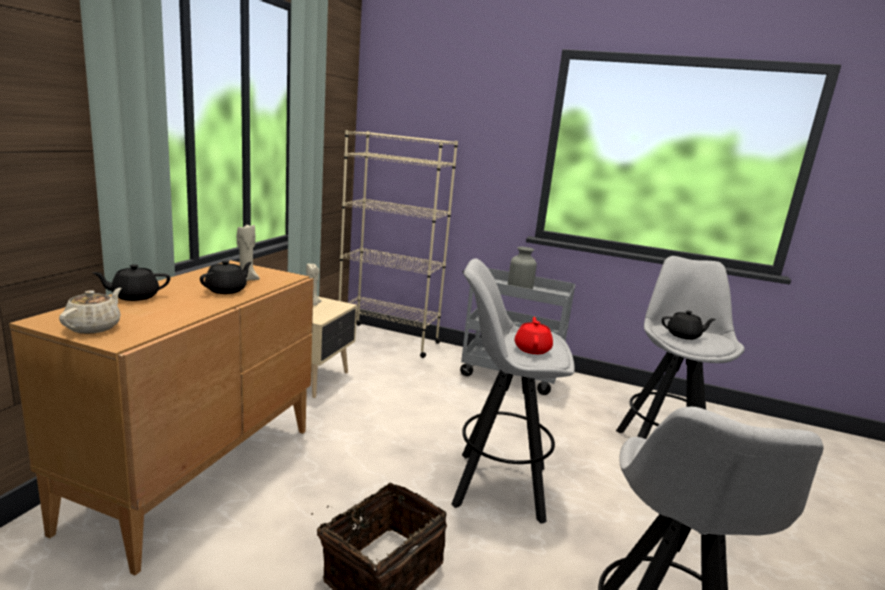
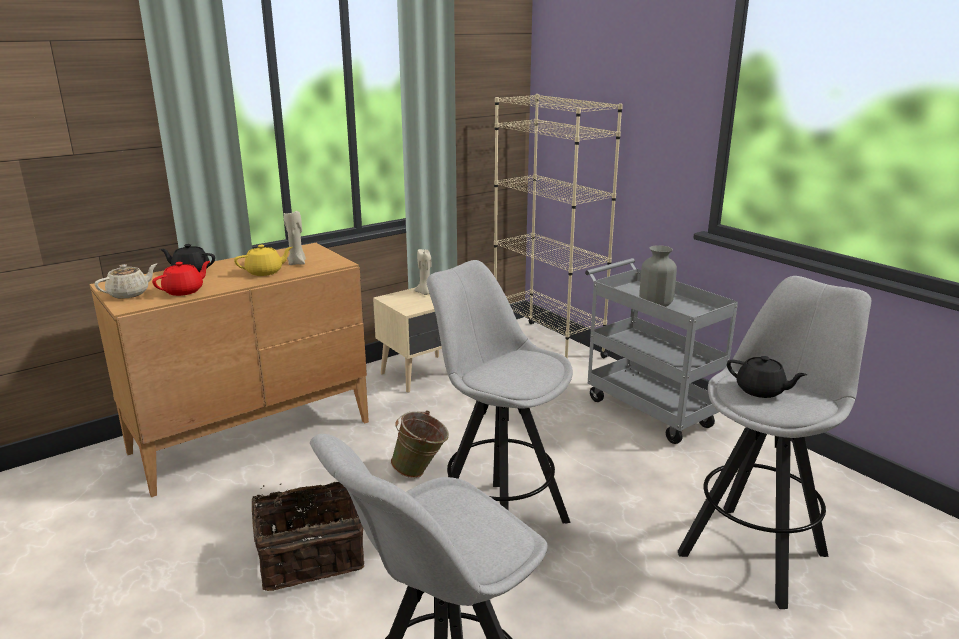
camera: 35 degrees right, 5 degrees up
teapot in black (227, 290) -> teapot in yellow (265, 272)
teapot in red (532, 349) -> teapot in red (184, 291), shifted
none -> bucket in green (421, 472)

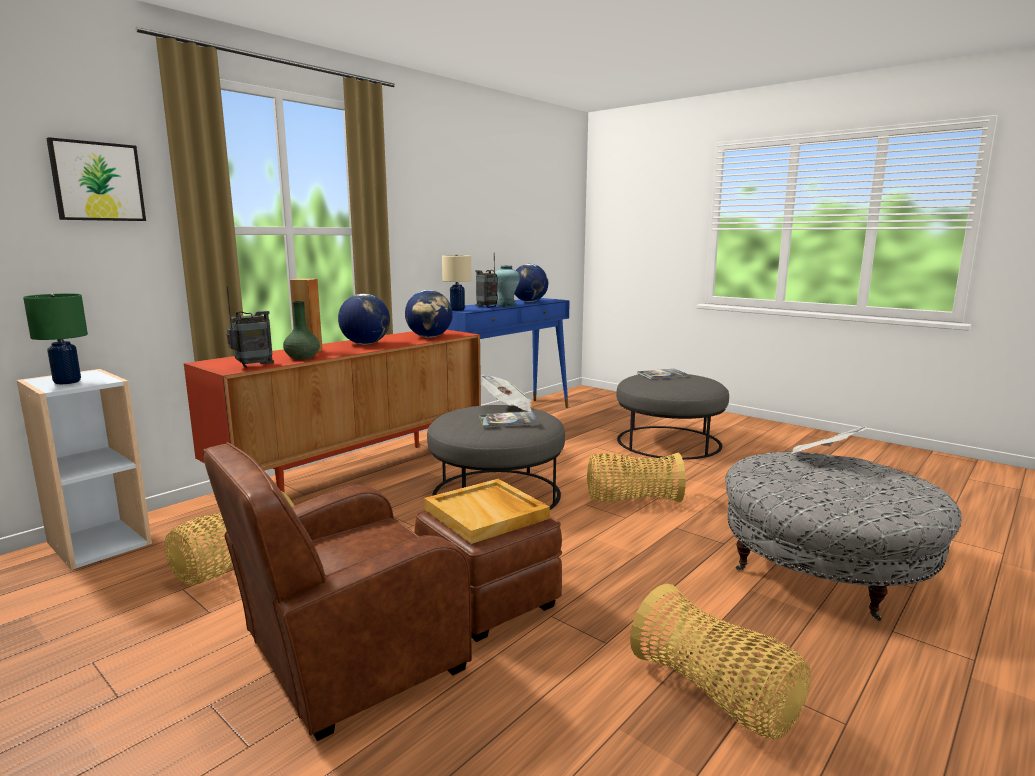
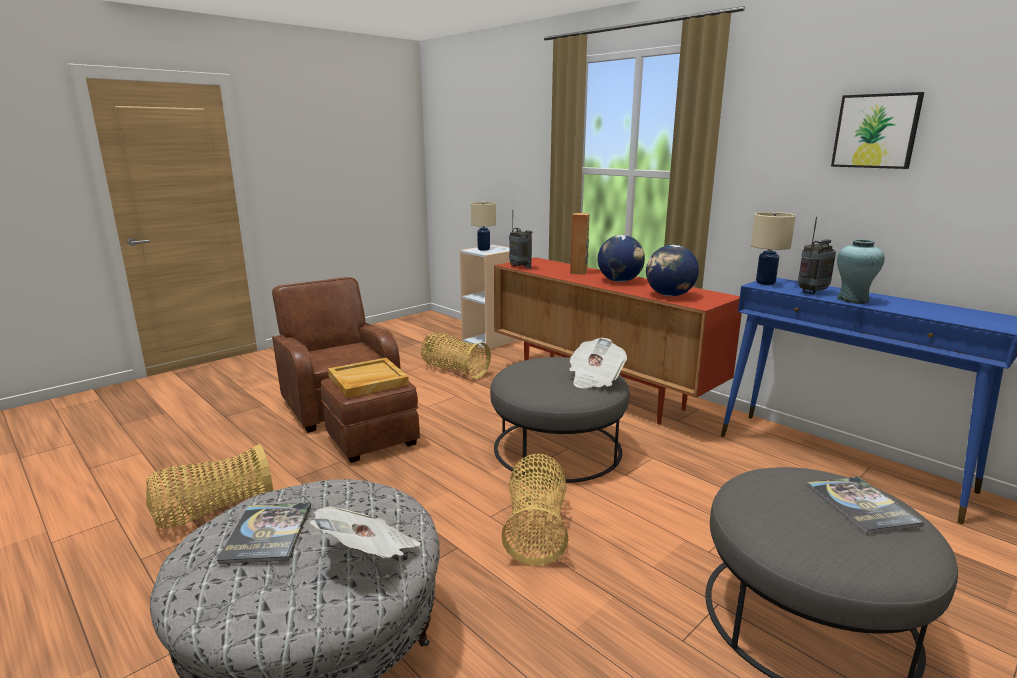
camera: 95 degrees right, 5 degrees up
table lamp in green (66, 382) -> table lamp in beige (483, 249)
picture (97, 182) -> picture (876, 131), shifted
vase in green (303, 358) -> none
book (508, 421) -> book (267, 533), shifted
globe (529, 301) -> none

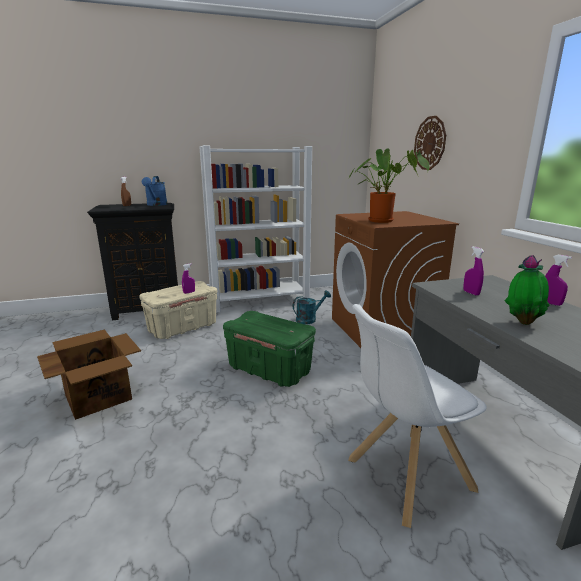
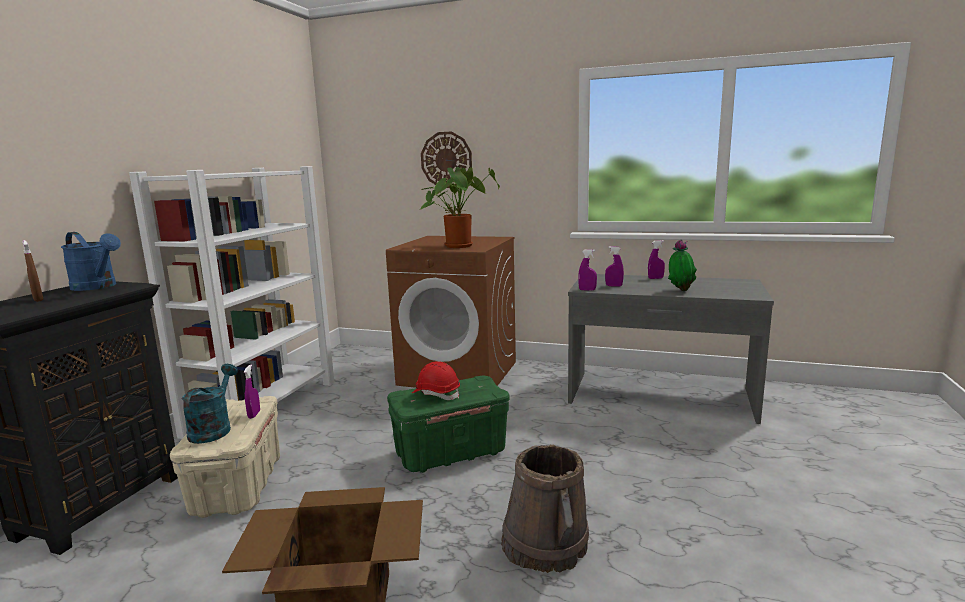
camera: 55 degrees left, 5 degrees down
watering can in turquoise (309, 319) -> watering can in turquoise (213, 429), shifted
chair in white (405, 476) -> none
none -> hard hat in red (436, 394)
none -> bucket in brown (545, 544)
none -> spray bottle in purple (587, 290)

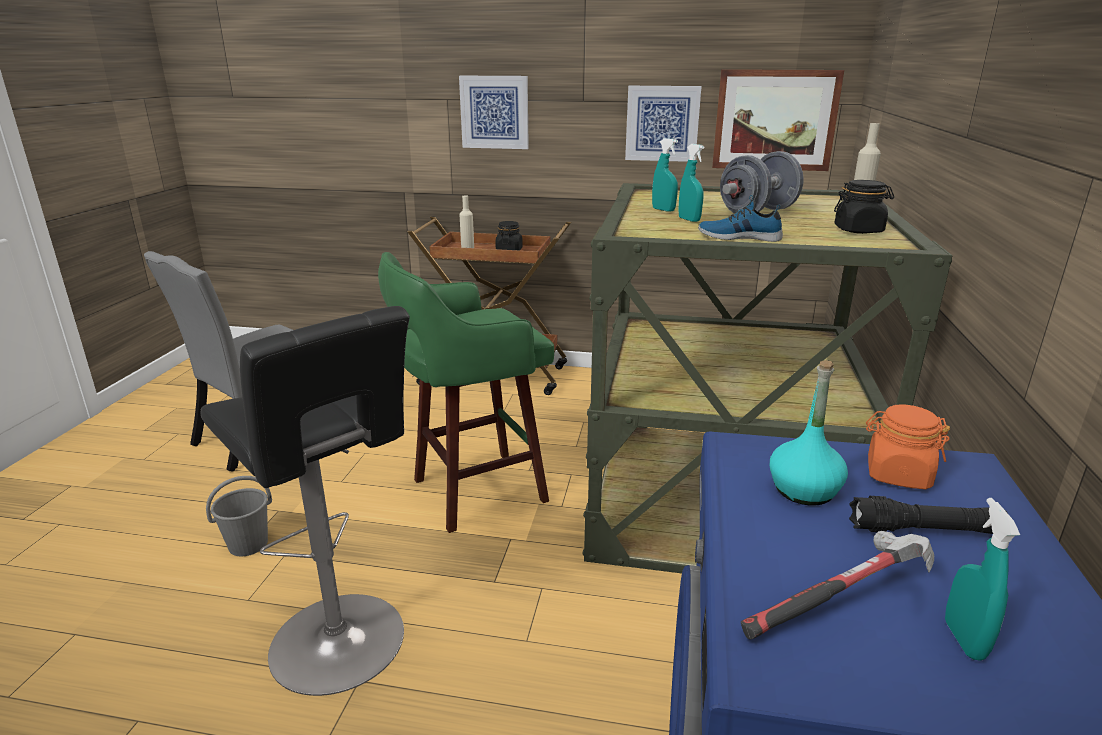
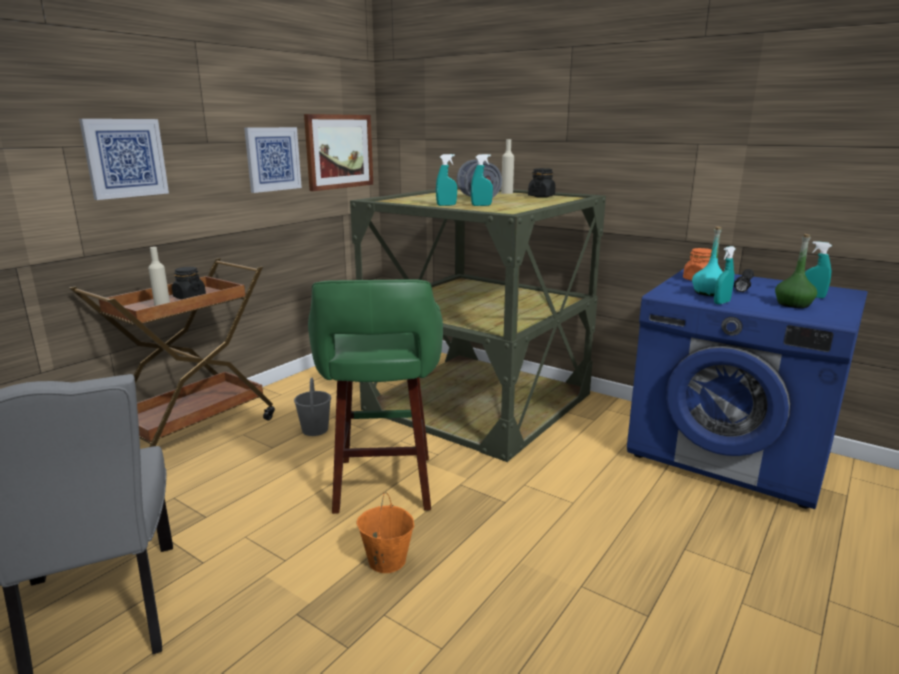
camera: 65 degrees left, 5 degrees down
stool in black (343, 647) -> none
bucket in grey (249, 544) -> bucket in grey (315, 429), shifted
shoe (739, 237) -> none
hammer (839, 603) -> bottle in green (793, 304)
none -> bucket in orange (386, 560)
none -> spray bottle in turquoise (721, 303)

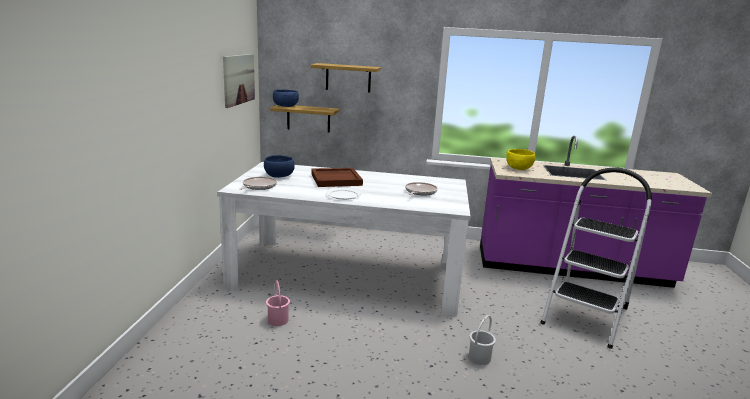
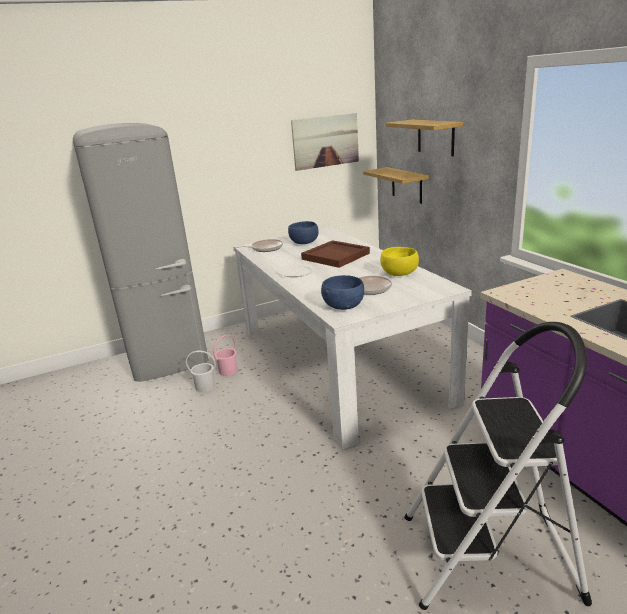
camera: 60 degrees right, 5 degrees up
bowl in blue (285, 106) -> bowl in blue (343, 306), shifted
bucket in white (480, 358) -> bucket in white (205, 387), shifted
bowl in yellow (519, 168) -> bowl in yellow (400, 273), shifted
none -> fridge in grey (168, 360)

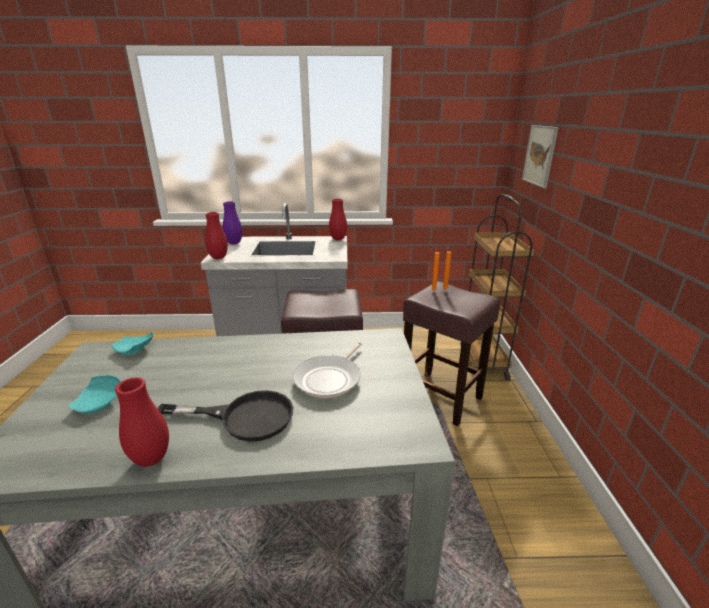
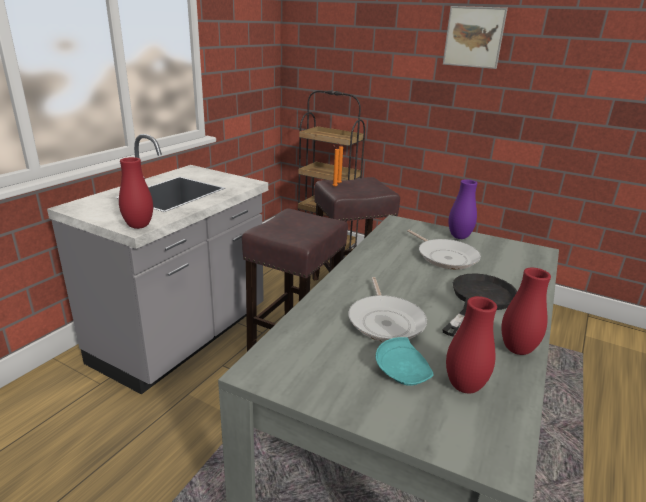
camera: 60 degrees left, 0 degrees up
plate in turquoise (135, 350) -> none
vase in purple (234, 243) -> vase in purple (459, 237), shifted
vase in red (338, 239) -> vase in red (464, 386), shifted
picture (539, 155) -> picture (474, 37), shifted
none -> frying pan (385, 321)

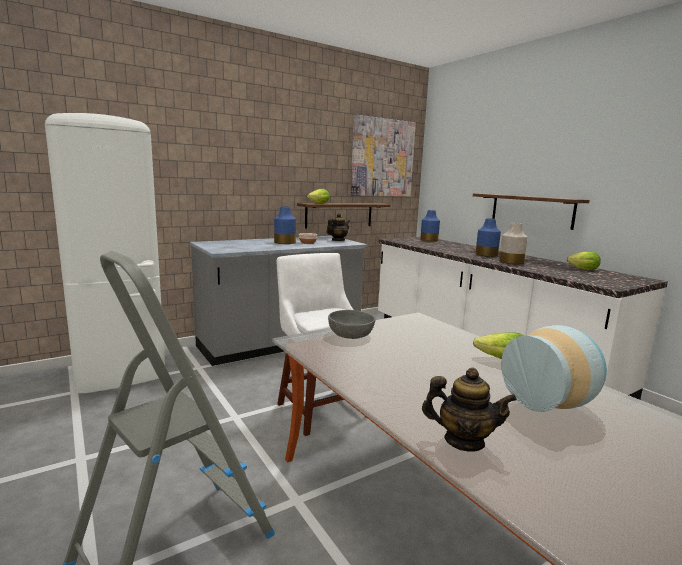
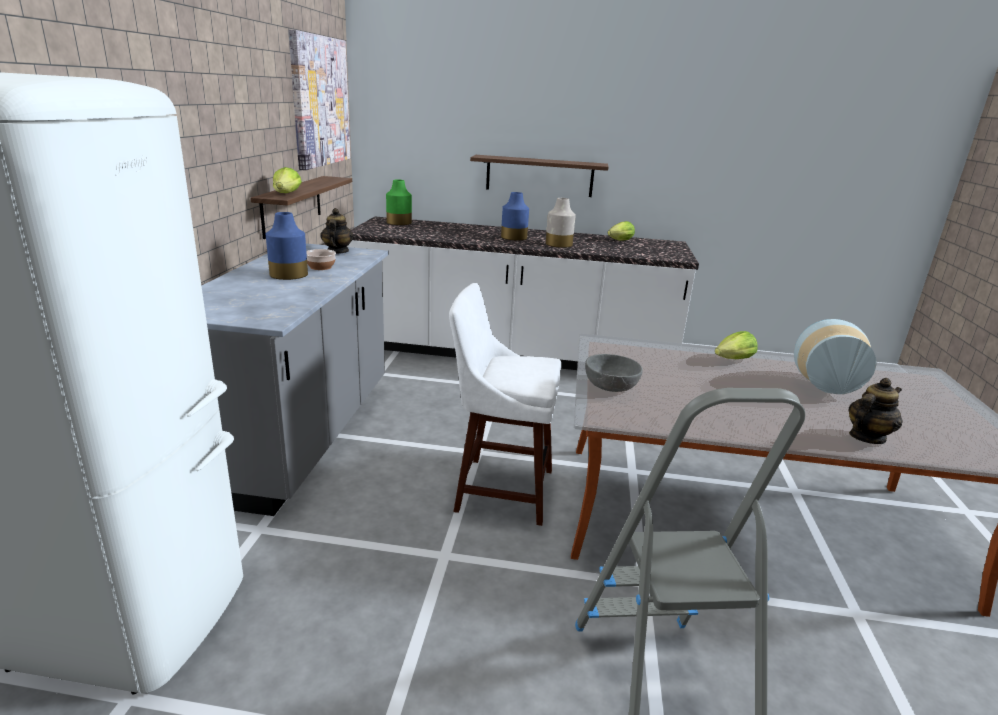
camera: 50 degrees left, 10 degrees up
vase in blue (429, 239) -> vase in green (399, 222)

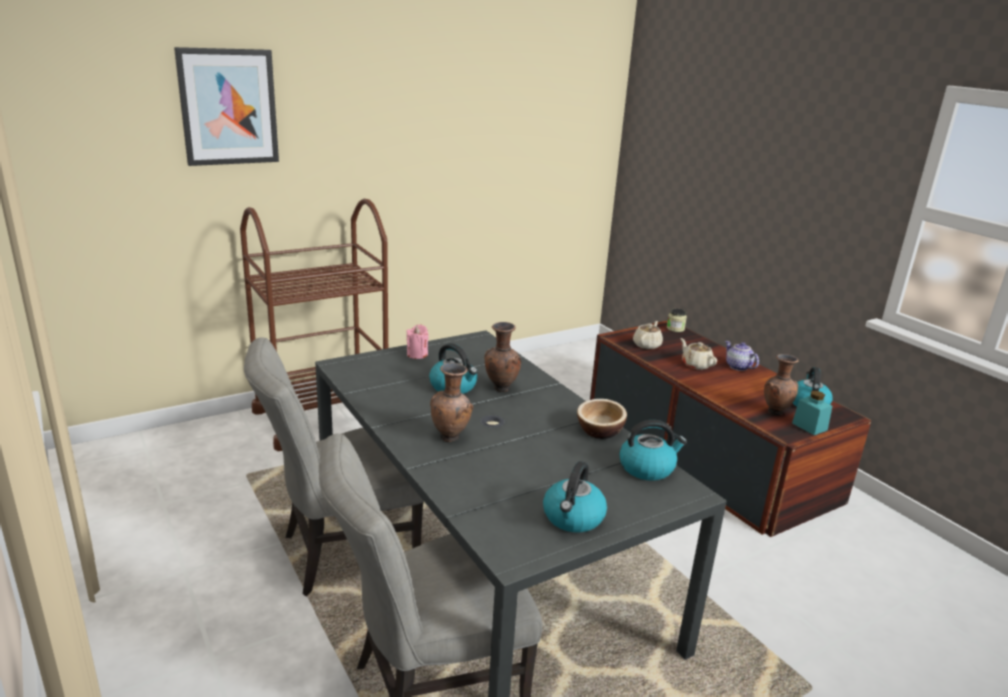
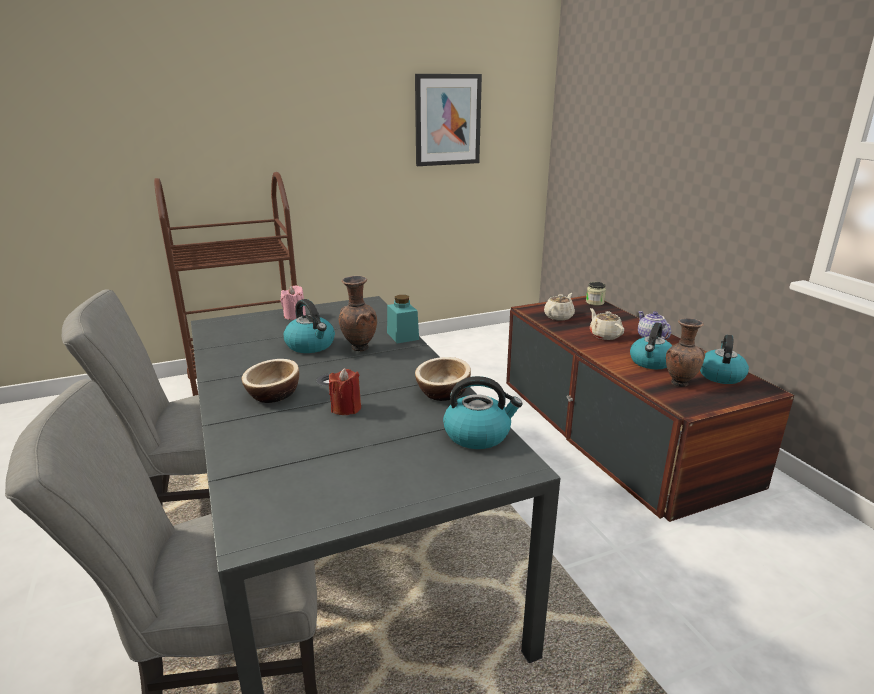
camera: 10 degrees right, 0 degrees up
picture (228, 107) -> picture (447, 120), shifted
vase in brown (451, 437) -> bowl (273, 394)
kettle (573, 518) -> kettle (651, 362), shifted
jar in turquoise (809, 426) -> jar in turquoise (402, 336), shifted
none -> candle in red (346, 408)

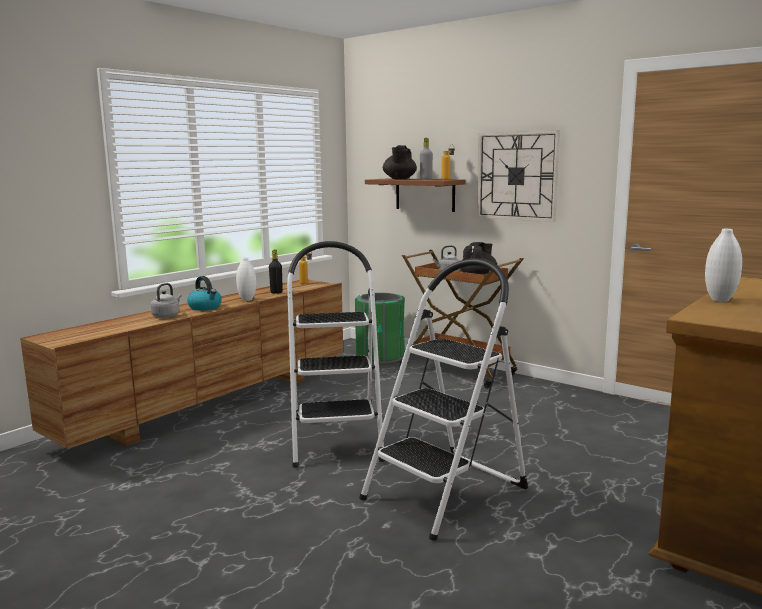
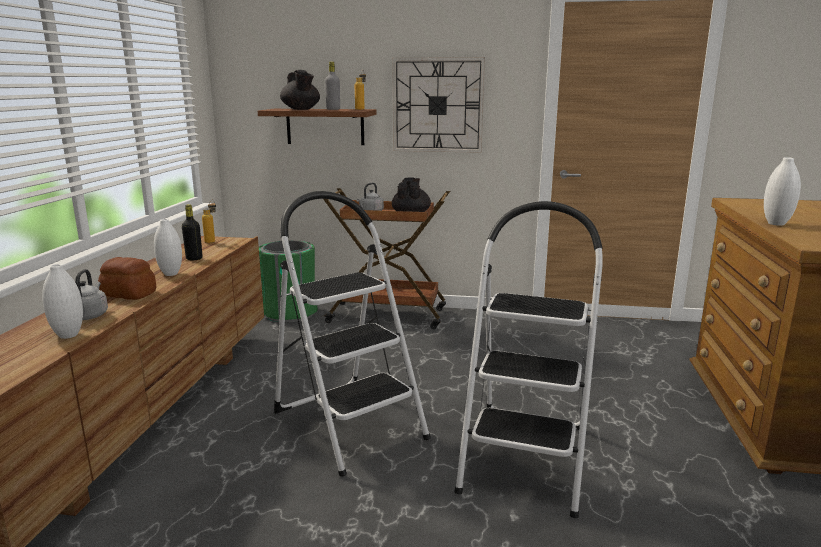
camera: 30 degrees left, 5 degrees up
kettle (205, 307) -> bread (129, 294)
none -> vase in white (68, 335)

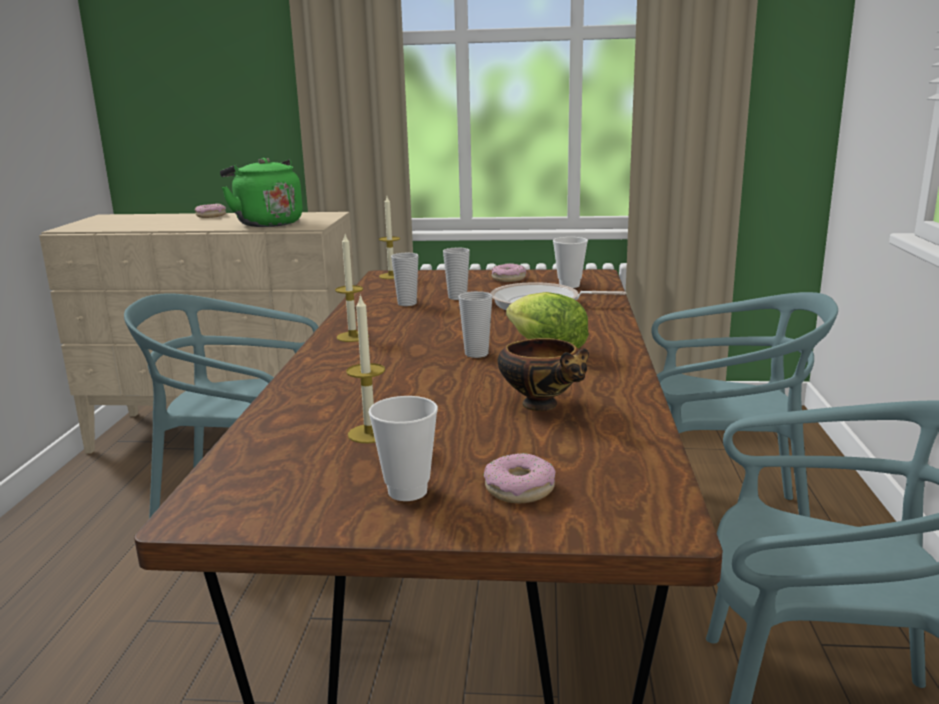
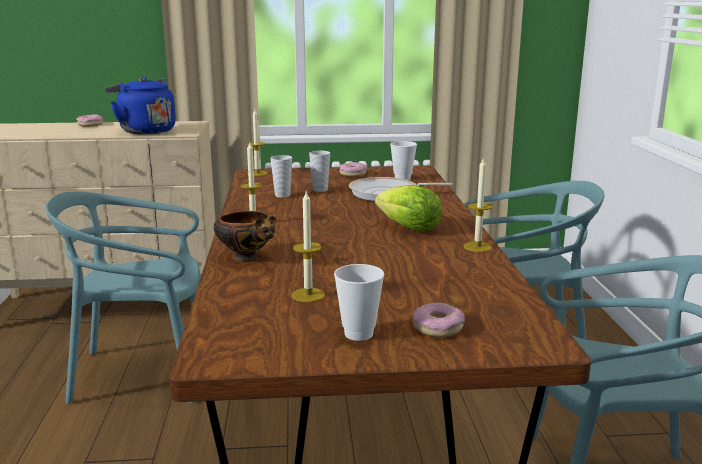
camera: 10 degrees left, 0 degrees up
kettle in green (266, 223) -> kettle in blue (145, 131)
cup (476, 354) -> none
bowl (543, 406) -> bowl (248, 258), shifted
none -> candle (477, 247)

